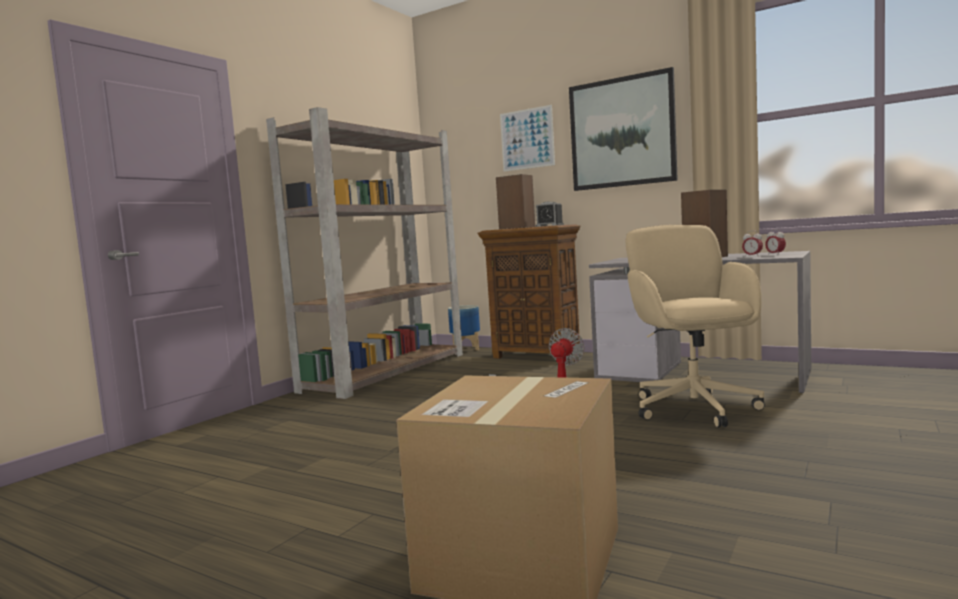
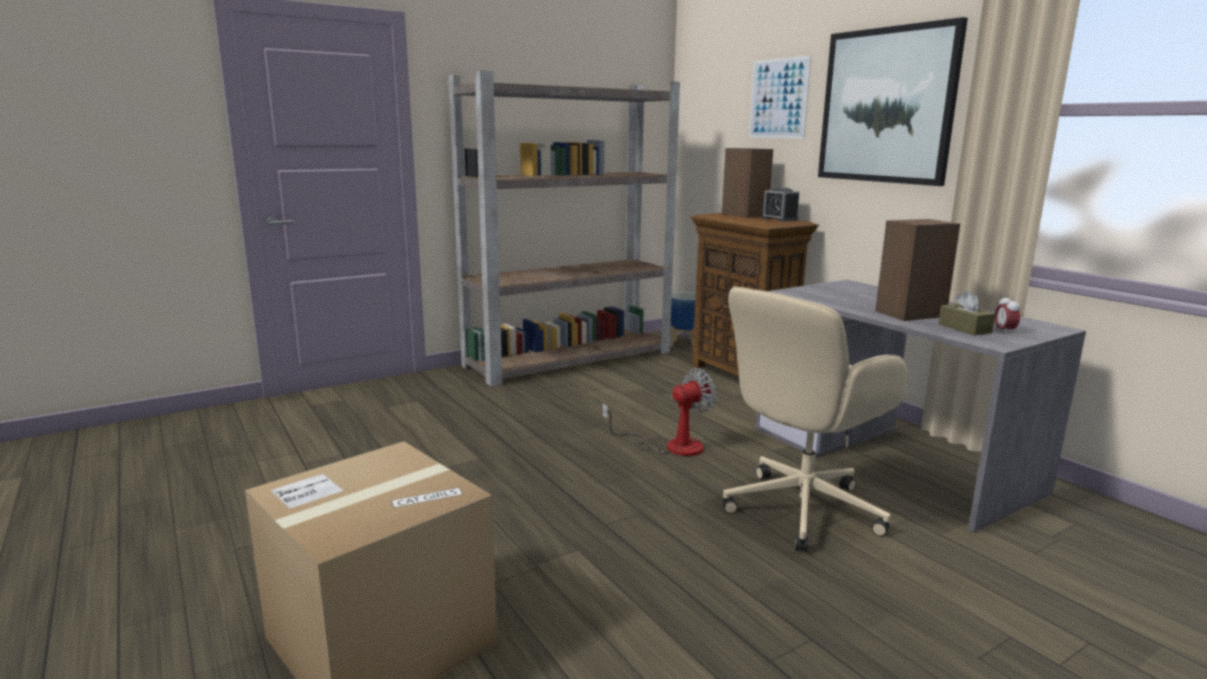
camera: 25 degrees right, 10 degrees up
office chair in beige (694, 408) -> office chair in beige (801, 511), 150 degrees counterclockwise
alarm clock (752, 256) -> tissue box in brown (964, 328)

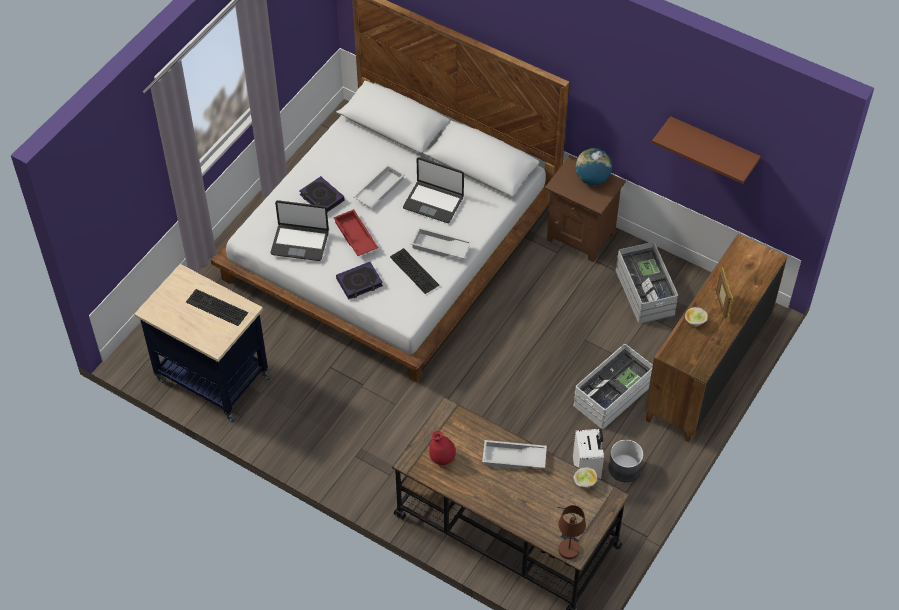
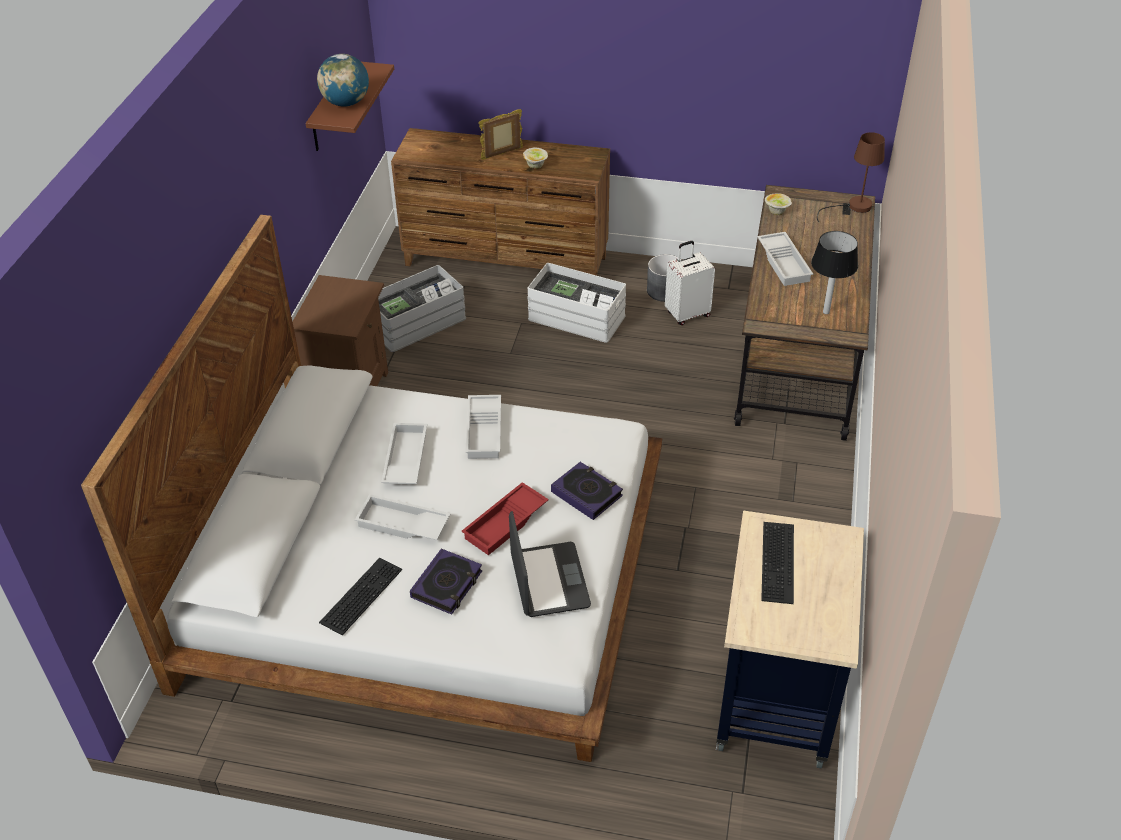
camera: 110 degrees left, 10 degrees down
keyboard (415, 271) -> keyboard (360, 594), shifted
laptop (433, 202) -> tray in white (404, 459)
vase in red (442, 458) -> table lamp (826, 312)
globe (592, 178) -> globe (346, 103), shifted

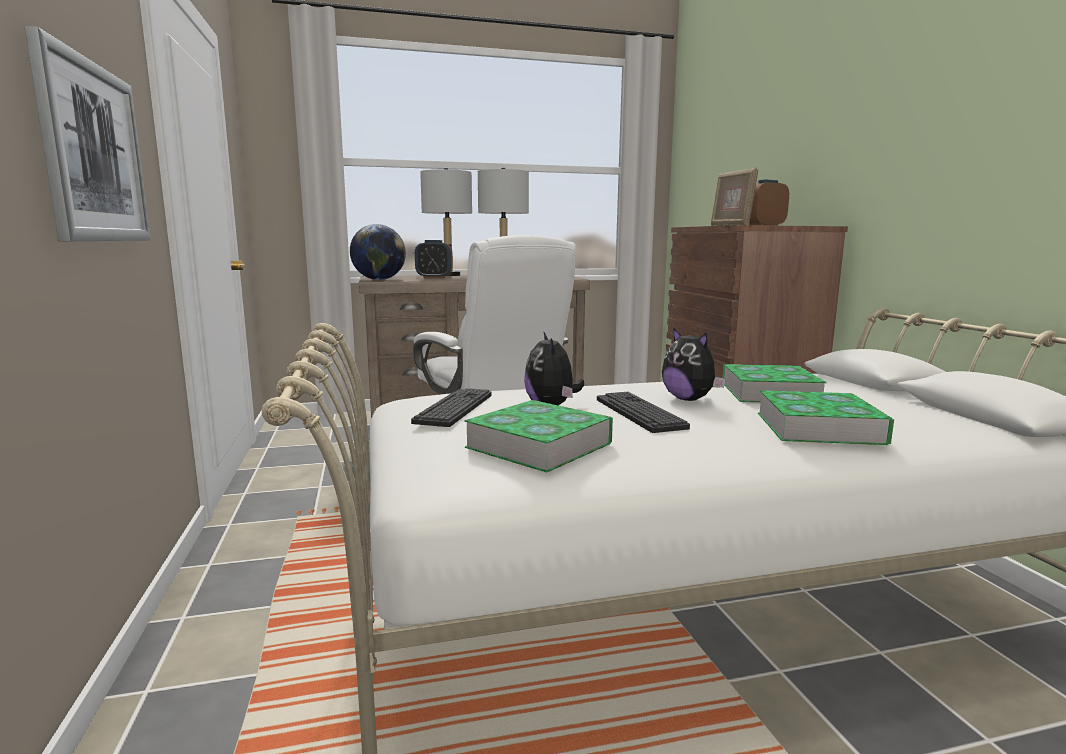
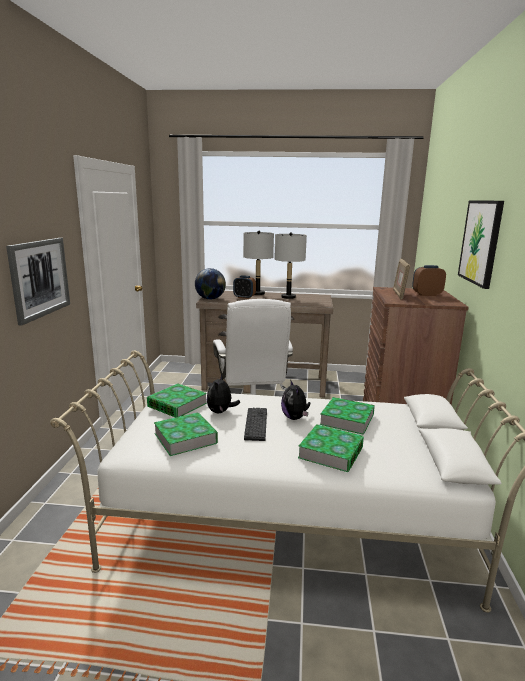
camera: 20 degrees right, 5 degrees up
keyboard (454, 408) -> book (177, 405)
none -> picture (481, 242)

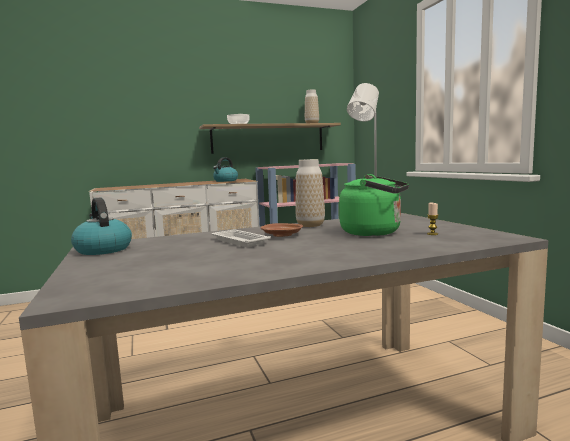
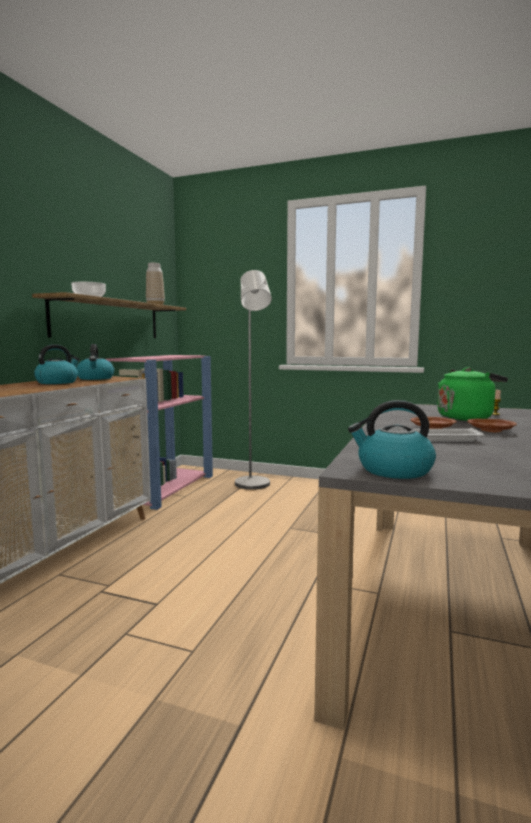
camera: 50 degrees left, 0 degrees up
vase (310, 225) -> none
none -> kettle (57, 382)
none -> plate in brown (491, 431)

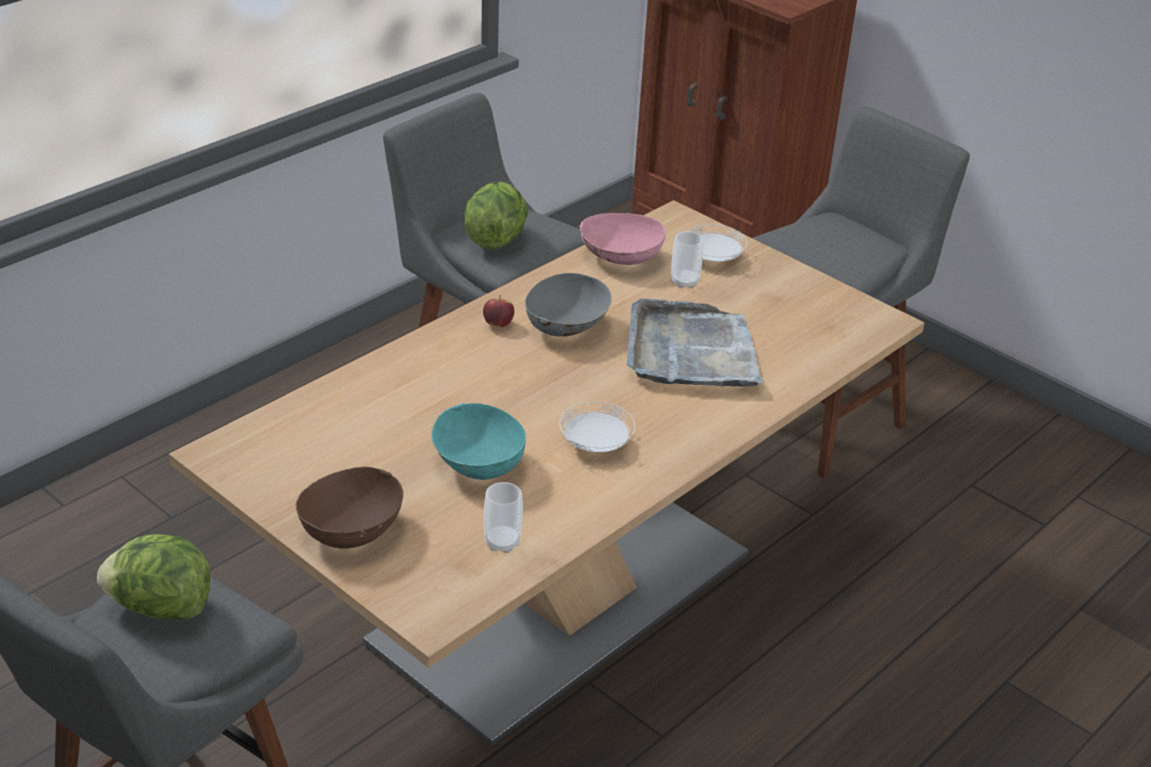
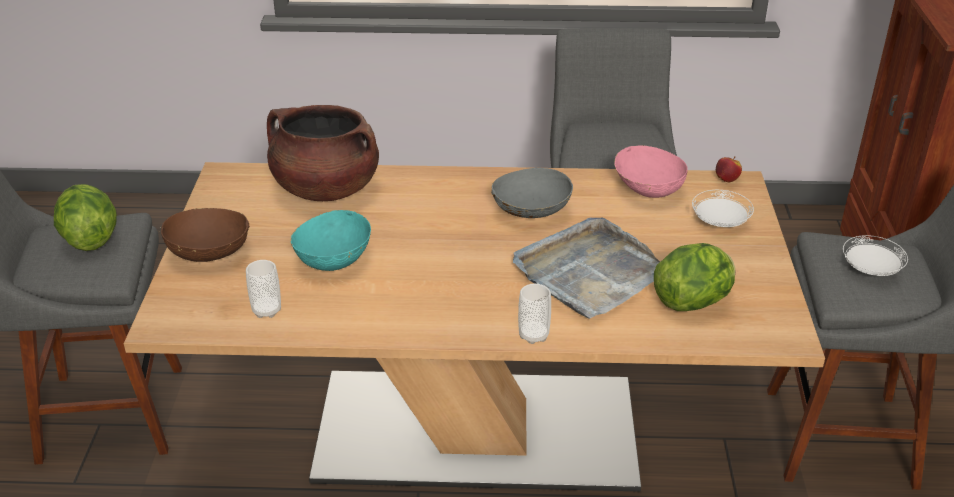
camera: 50 degrees right, 0 degrees up
lettuce (495, 239) -> lettuce (693, 301), shifted
apple (498, 324) -> apple (726, 180), shifted
plate in white (595, 444) -> plate in white (870, 270), shifted
cup (684, 282) -> cup (533, 335), shifted
none -> cooking pot in brown (325, 188)

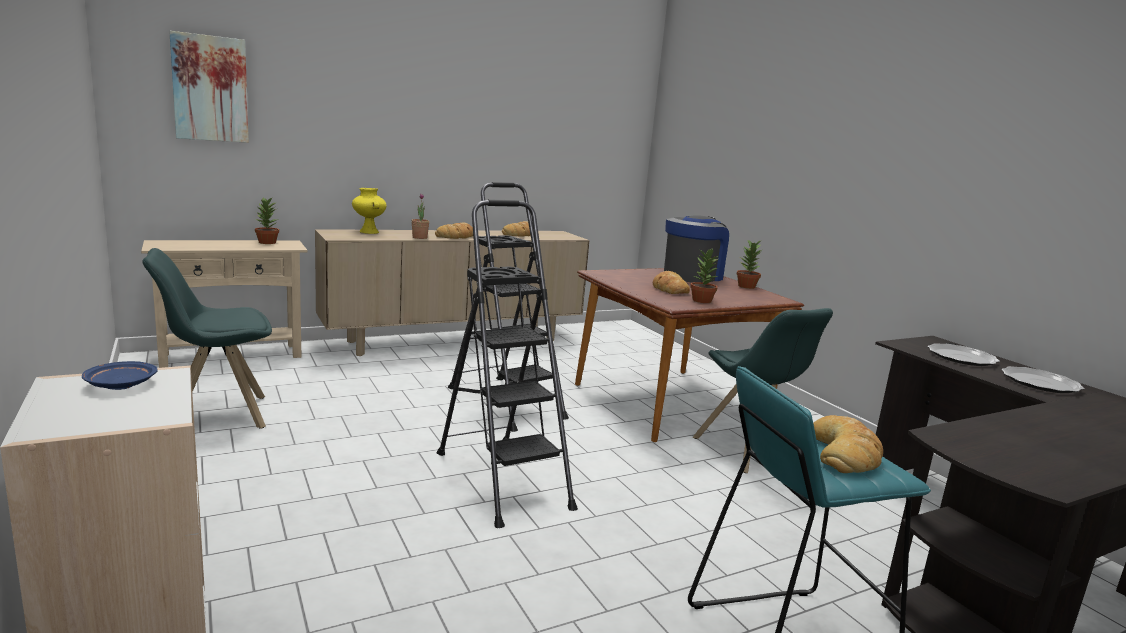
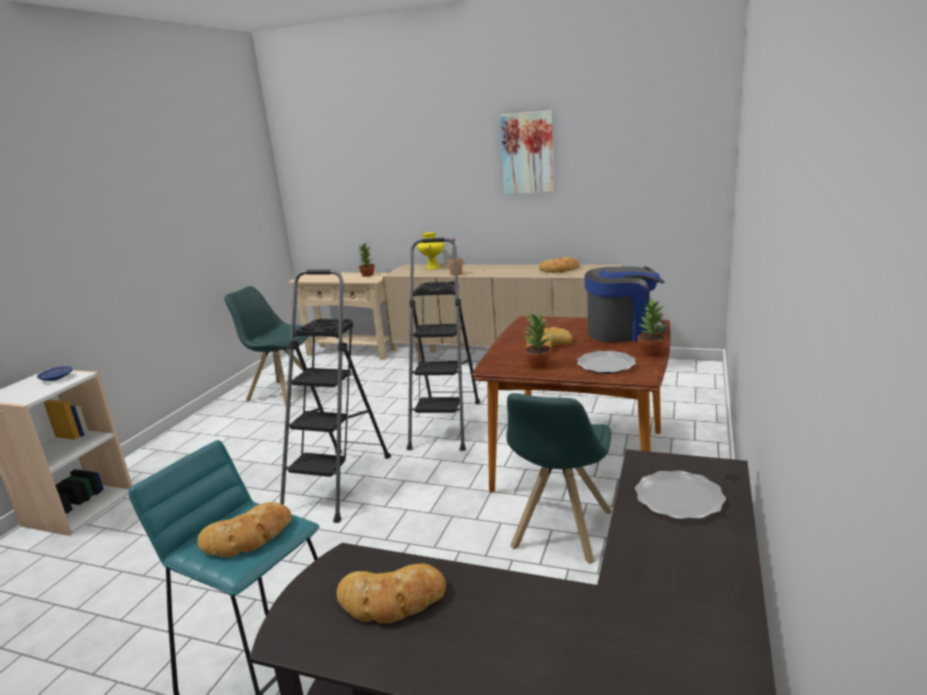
camera: 50 degrees right, 5 degrees up
picture (210, 88) -> picture (527, 153), shifted
bread (457, 236) -> bread (392, 600), shifted
plate (1040, 383) -> plate (606, 365), shifted

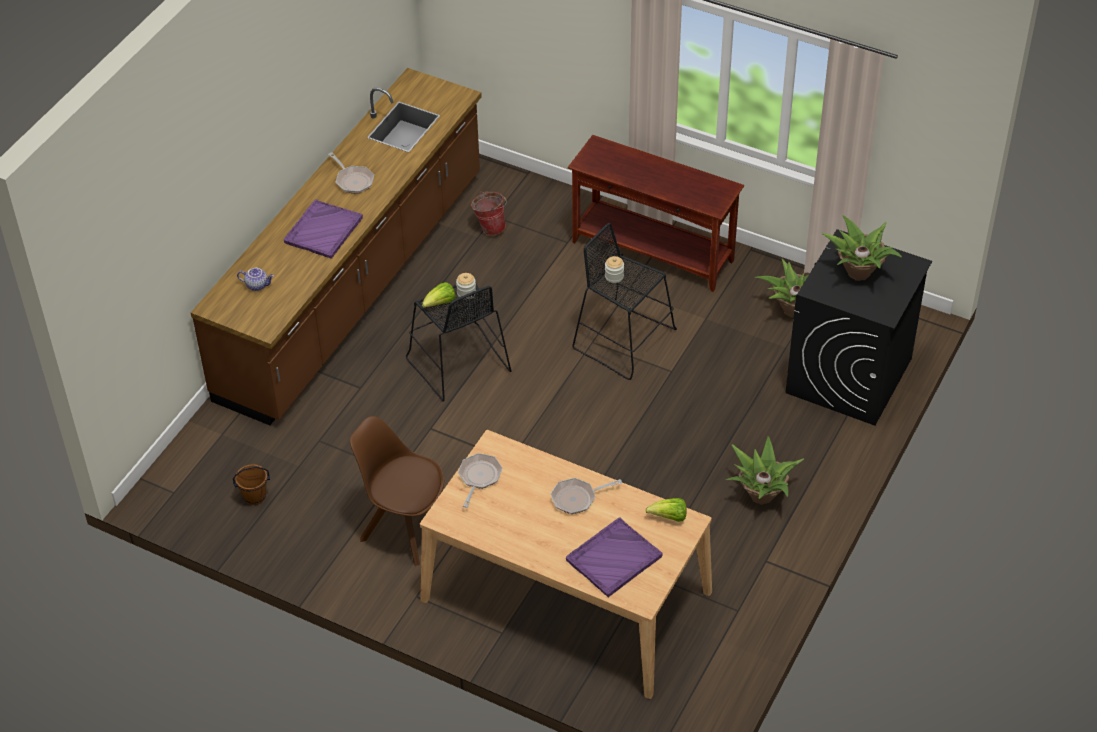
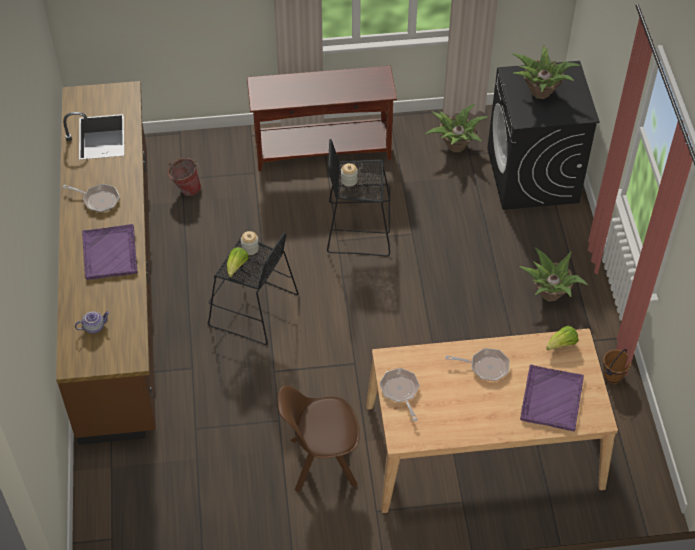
camera: 35 degrees left, 5 degrees up
bucket in brown (254, 496) -> bucket in brown (612, 376), shifted
frying pan (577, 498) -> frying pan (485, 366), 120 degrees counterclockwise

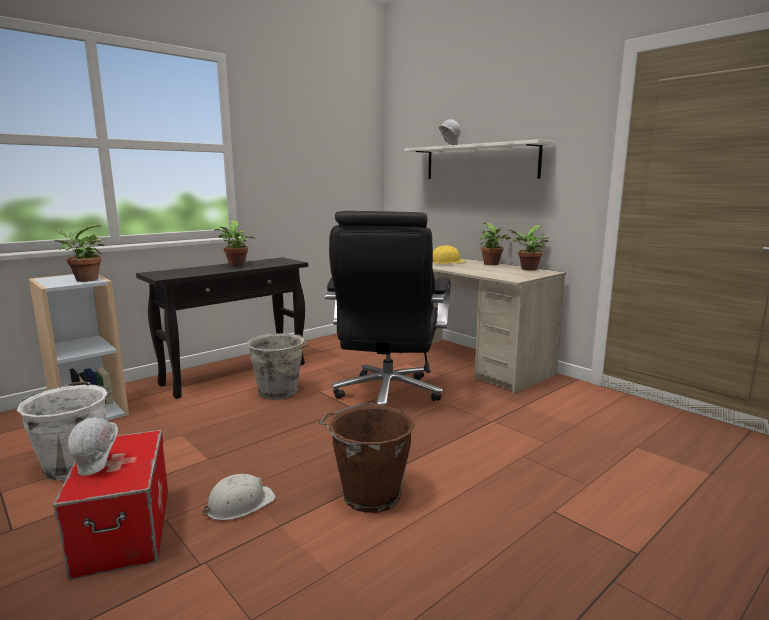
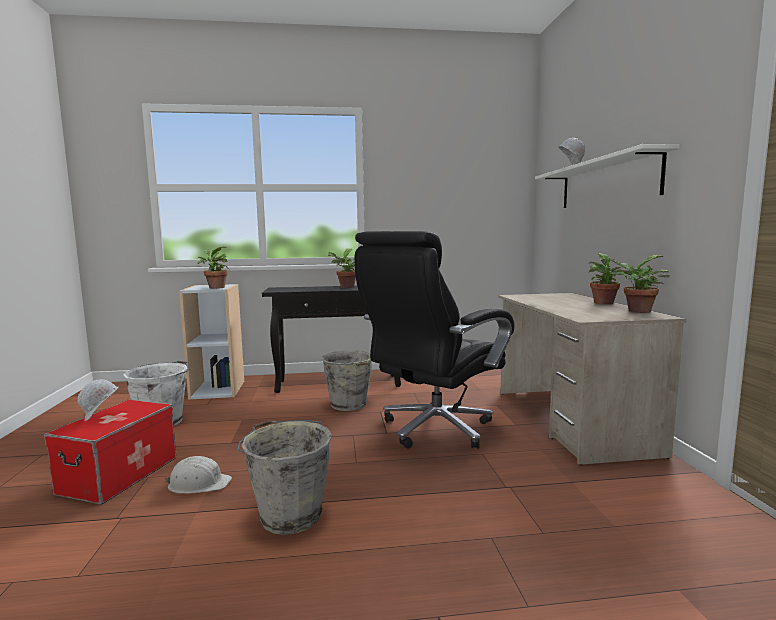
camera: 35 degrees right, 5 degrees down
bucket in brown (369, 495) -> bucket in grey (290, 514)
hard hat in yellow (446, 262) -> none

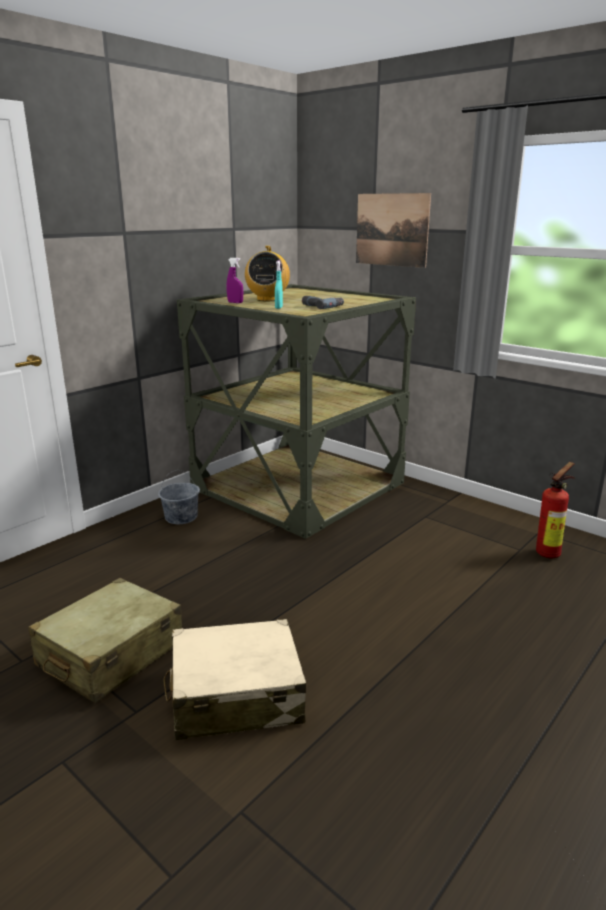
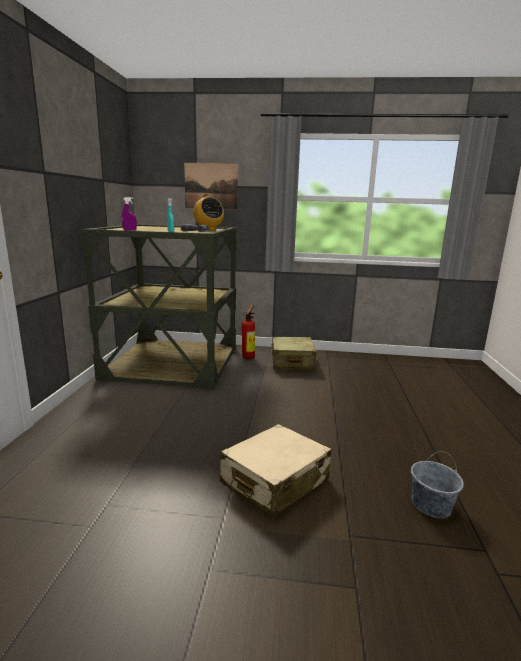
camera: 35 degrees left, 5 degrees down
suitcase in beige (110, 654) -> suitcase in beige (292, 362), shifted
bucket in grey (181, 517) -> bucket in grey (431, 505), shifted
radio (267, 299) -> radio (208, 229), shifted
fire extinguisher (550, 553) -> fire extinguisher (249, 356), shifted

